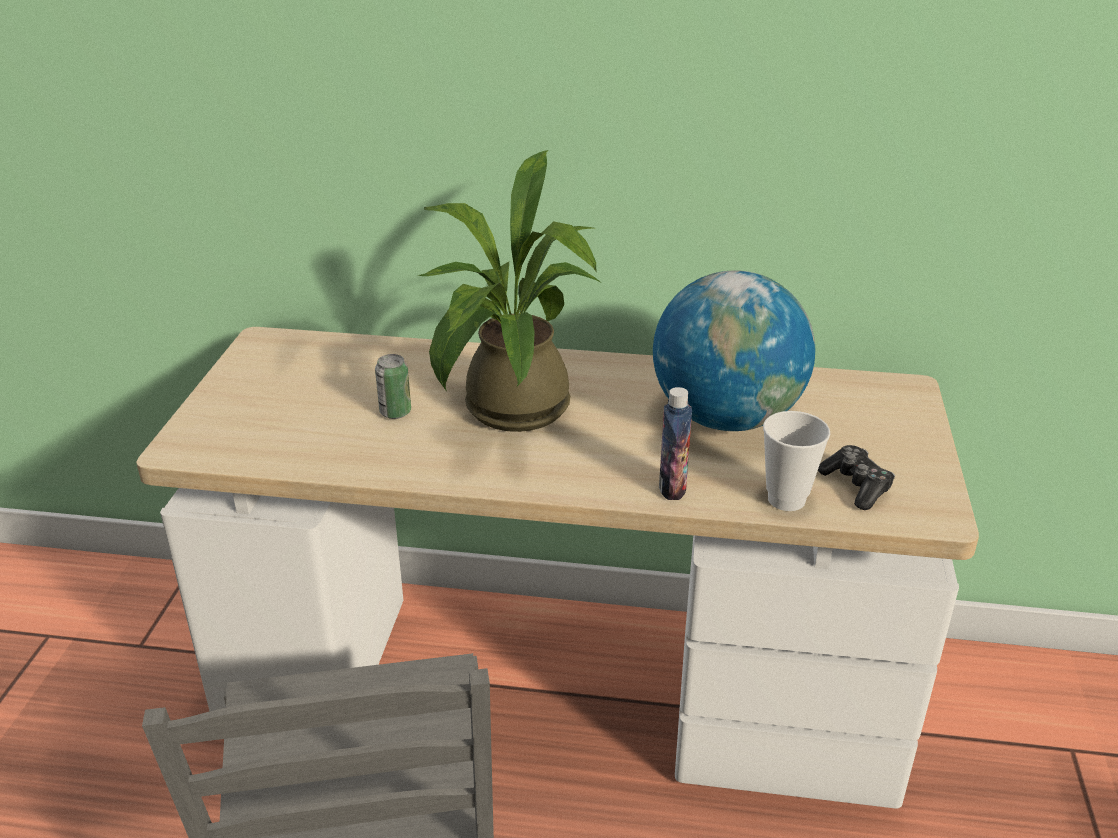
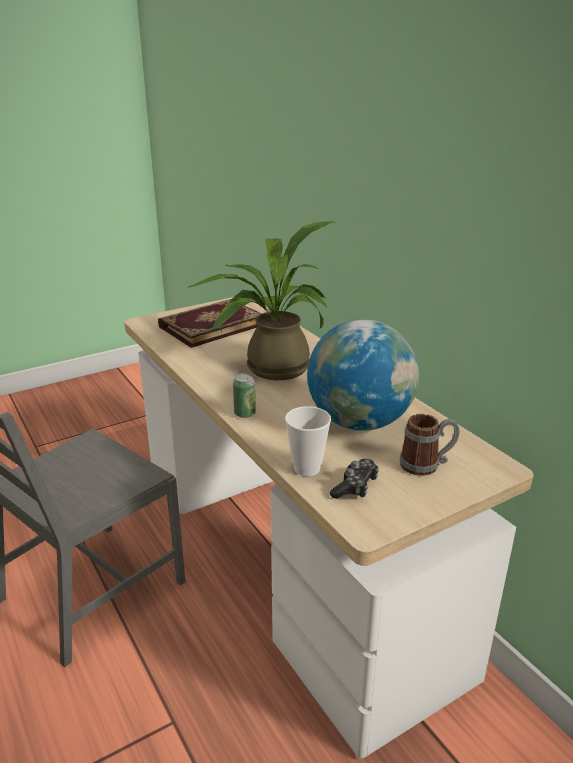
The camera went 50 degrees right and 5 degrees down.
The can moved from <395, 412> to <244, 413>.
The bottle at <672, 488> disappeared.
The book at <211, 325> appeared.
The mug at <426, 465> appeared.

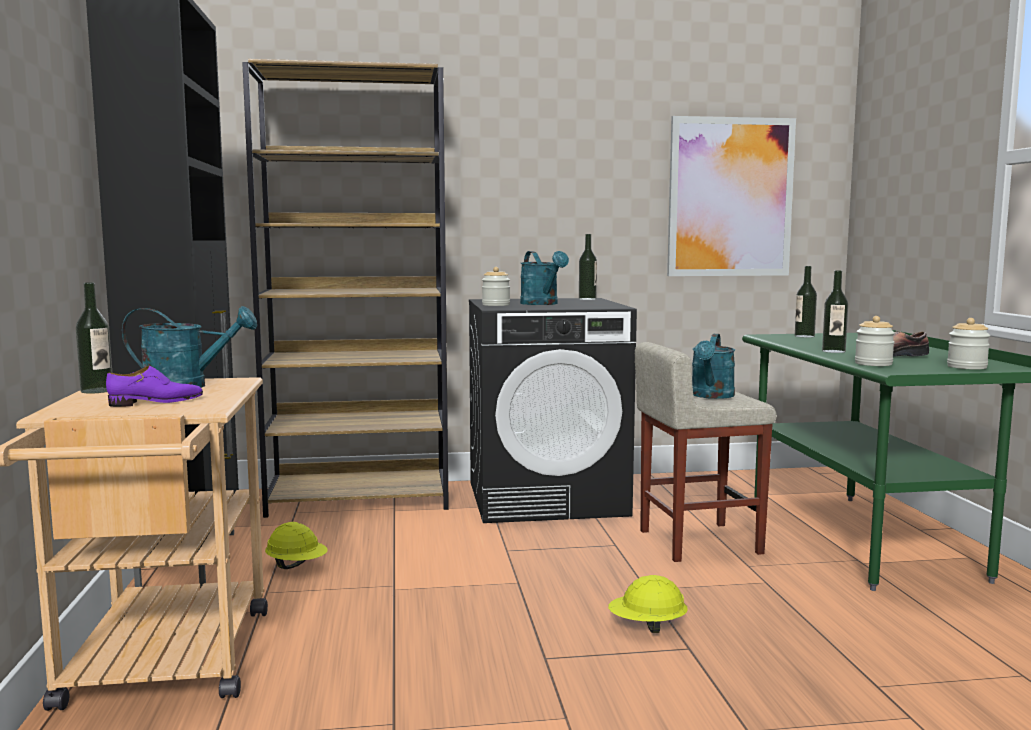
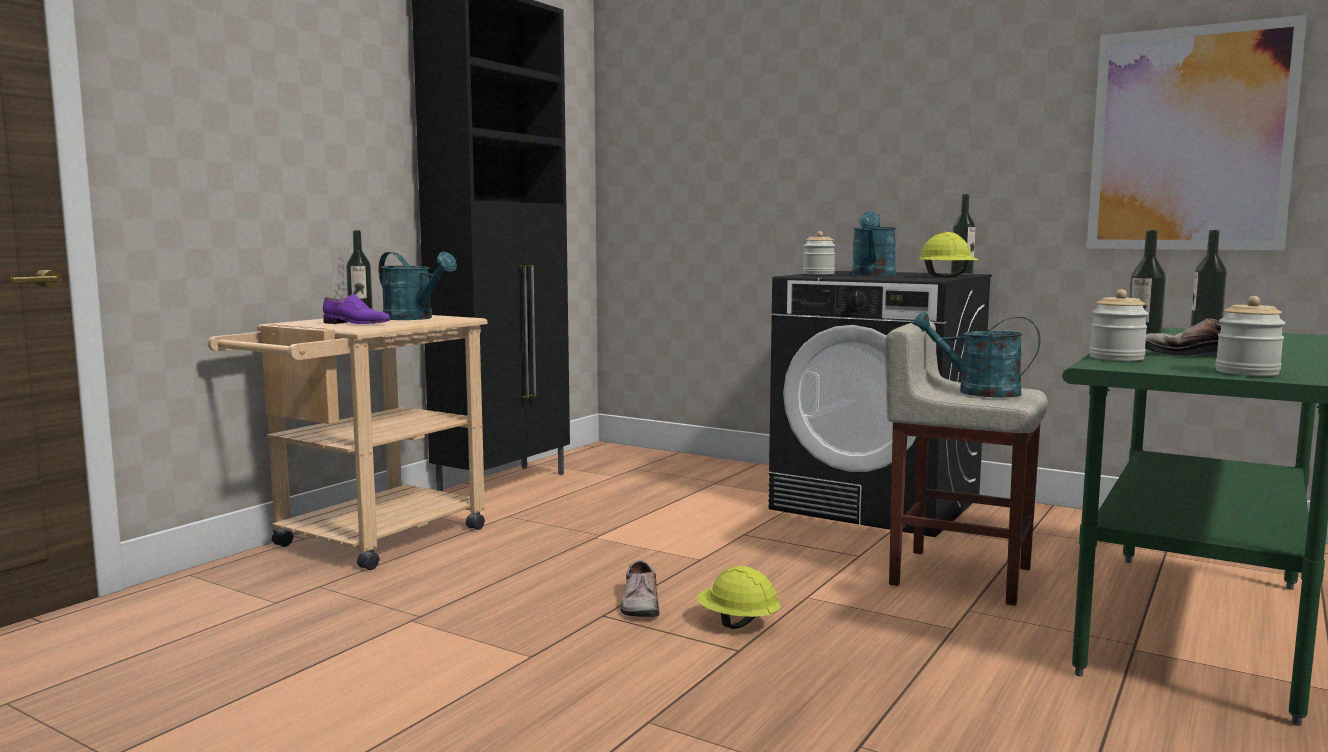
The camera went 40 degrees right and 0 degrees up.
The brown bookcase at <360, 499> disappeared.
The turquoise watering can at <711, 396> turned 60 degrees clockwise.
The yellow hard hat moved from <297, 566> to <947, 277>.
The shoe at <638, 604> appeared.

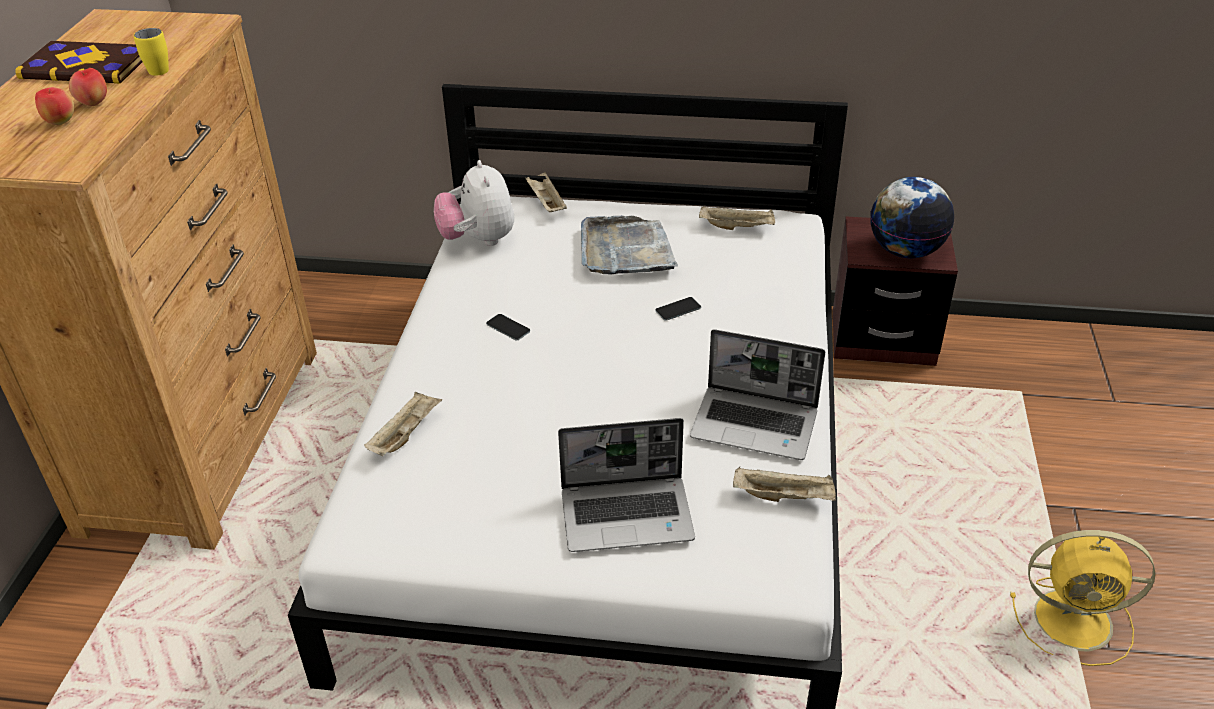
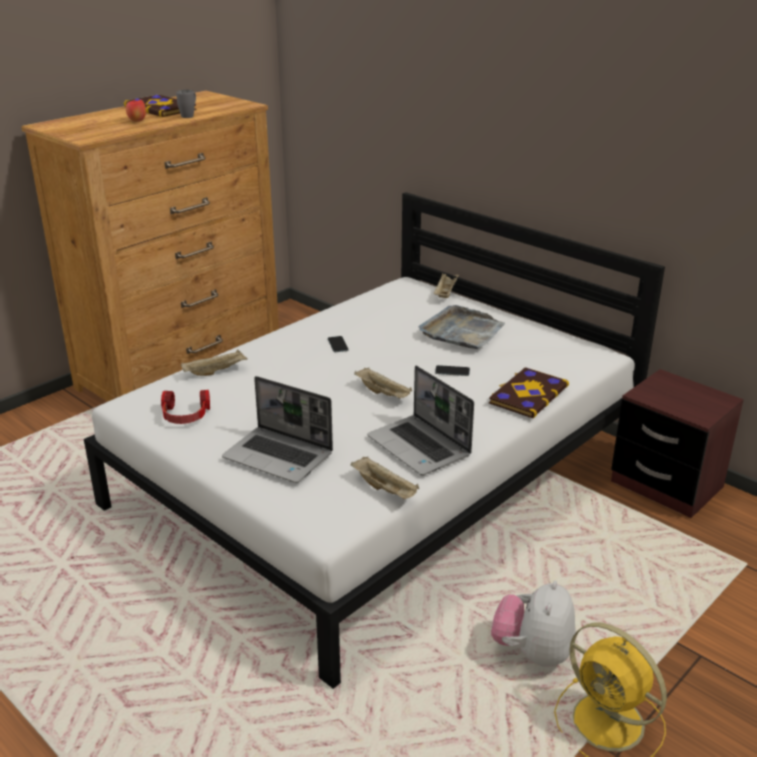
The camera went 35 degrees right and 10 degrees down.
The yellow mug at <159, 68> became the grey mug at <189, 115>.
The apple at <60, 122> disappeared.
The plush toy moved from <478, 239> to <532, 652>.
The globe at <905, 251> disappeared.
The beige tray moved from <737, 227> to <383, 393>.
The book at <527, 394> appeared.
The headphones at <185, 416> appeared.

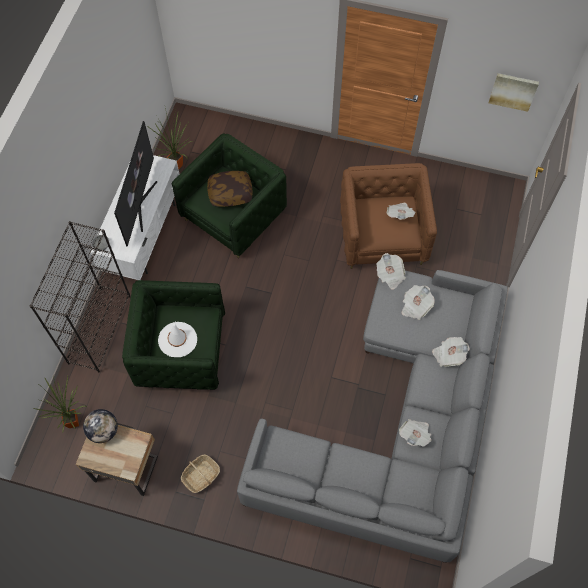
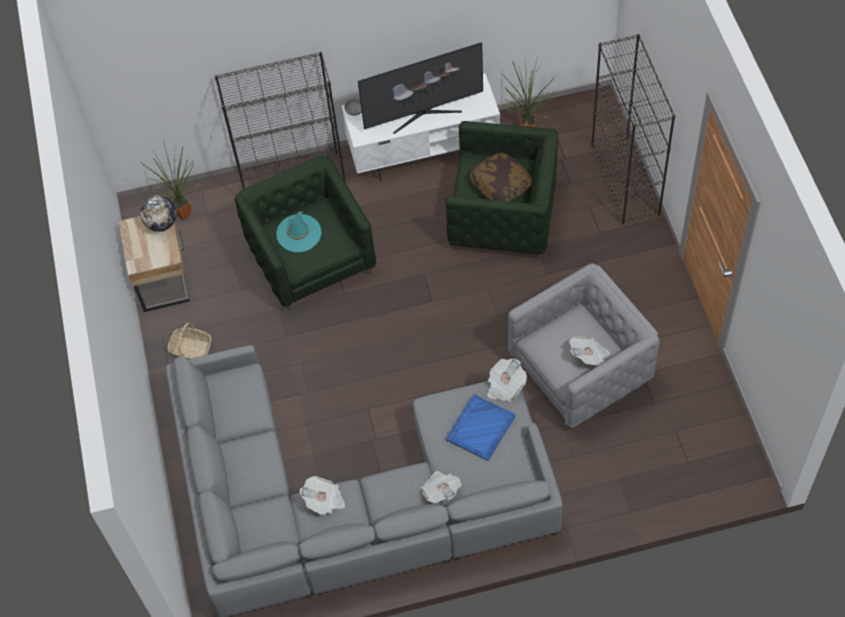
The camera went 65 degrees right and 5 degrees down.
The picture at <513, 91> disappeared.
The brown armchair at <382, 236> became the grey armchair at <579, 371>.
The newspaper at <415, 306> was replaced by the blue tray at <480, 428>.
The white hat at <177, 339> became the turquoise hat at <299, 233>.
The black bookcase at <625, 180> appeared.

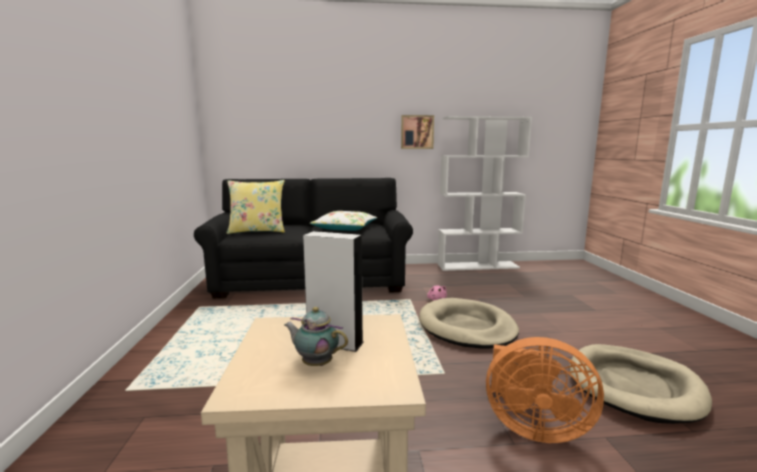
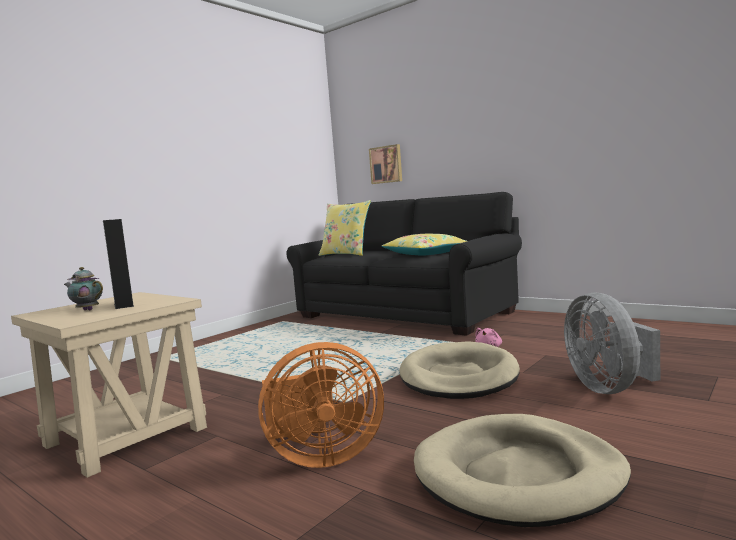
The camera went 45 degrees right and 5 degrees down.
The picture moved from <417, 132> to <386, 164>.
The white bookcase at <478, 266> disappeared.
The white pillow at <345, 228> became the yellow pillow at <425, 254>.
The teapot at <315, 363> turned 45 degrees counterclockwise.
The orange fan at <532, 427> turned 75 degrees counterclockwise.
The grey fan at <609, 388> appeared.

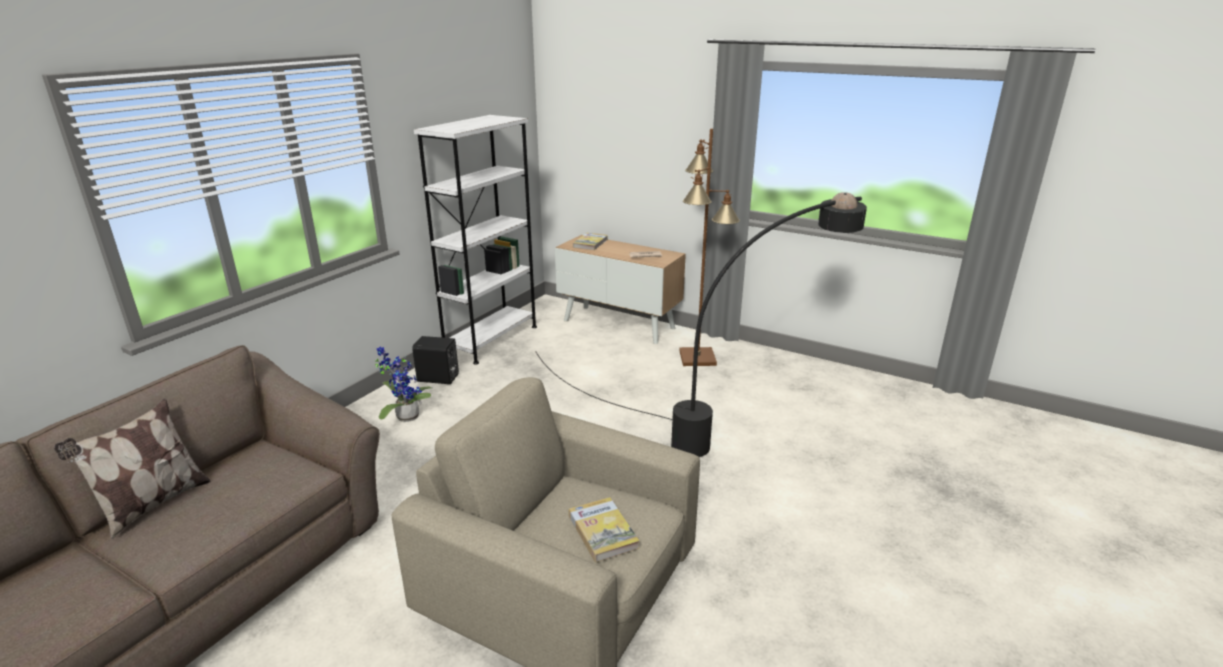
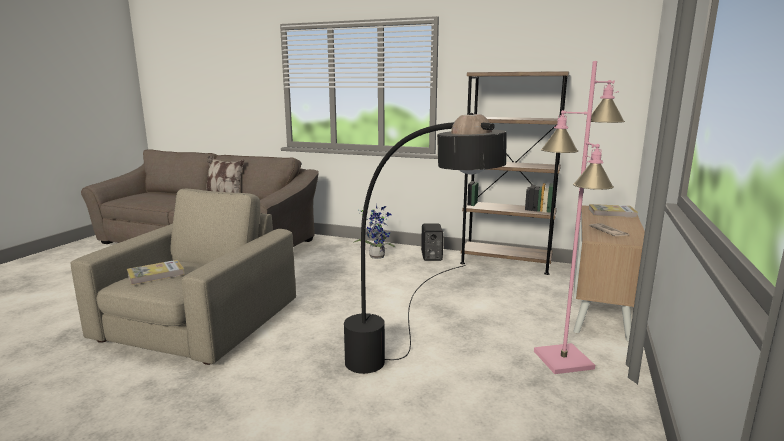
The camera went 80 degrees right and 10 degrees down.
The white bookcase at <491, 340> became the brown bookcase at <505, 262>.
The brown floor lamp at <698, 357> became the pink floor lamp at <564, 360>.

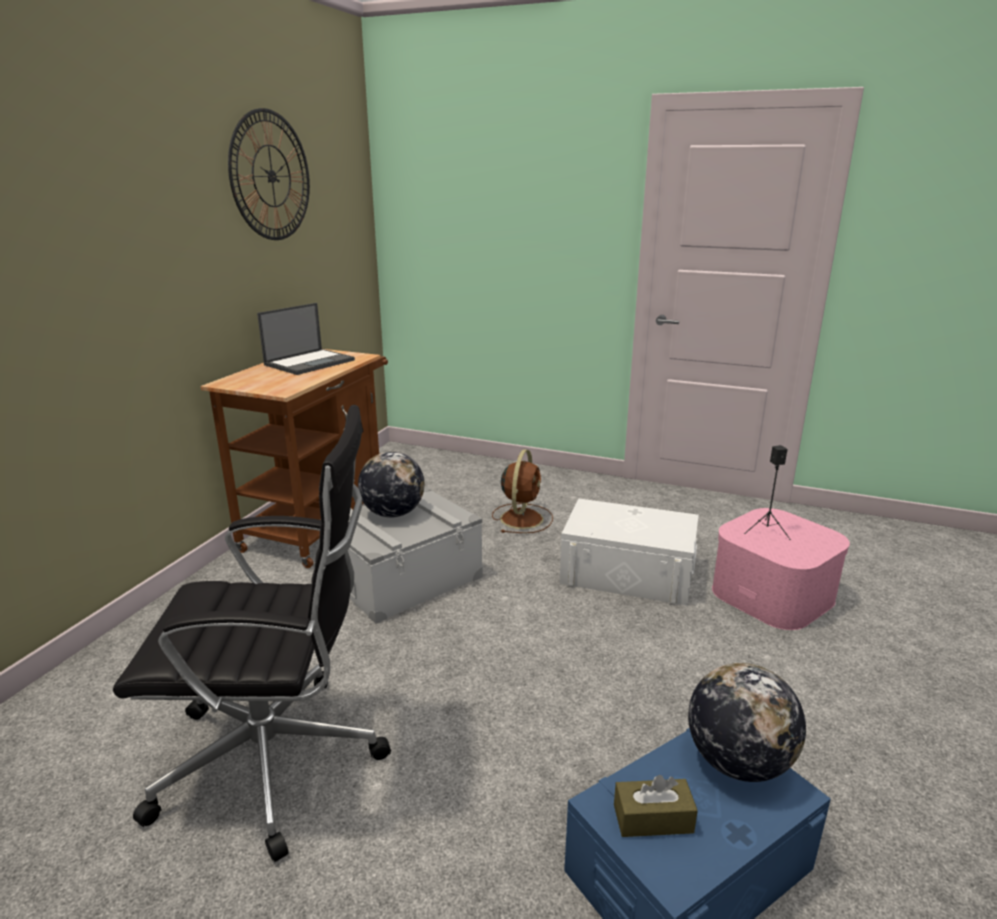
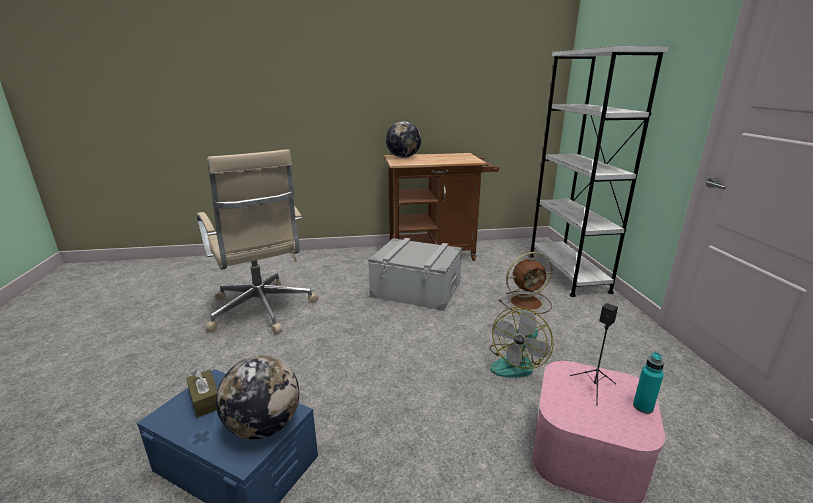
The camera went 60 degrees right and 0 degrees up.
The wall clock at <271, 176> disappeared.
The laptop at <310, 362> disappeared.
The black office chair at <278, 760> became the beige office chair at <262, 310>.
The globe moved from <393, 513> to <403, 157>.
The white storage box at <628, 573> was replaced by the fan at <516, 363>.
The white bookcase at <567, 273> appeared.
The turquoise bottle at <643, 407> appeared.

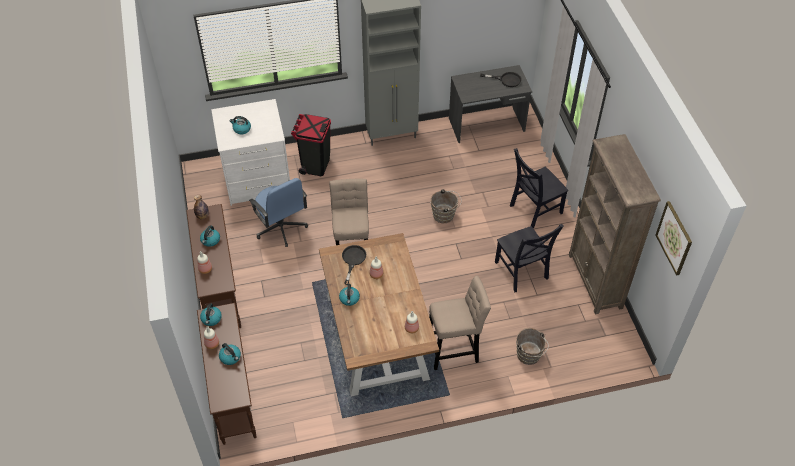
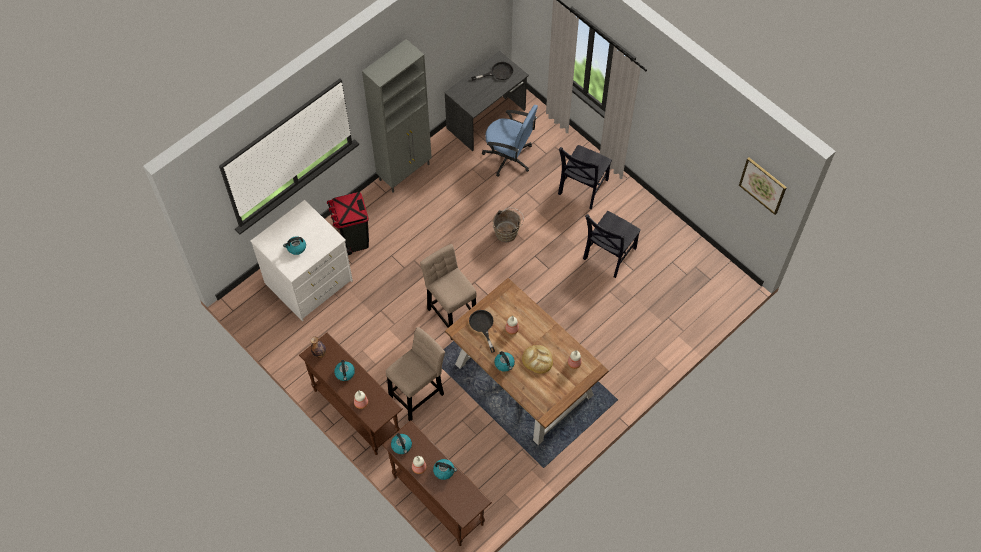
The camera went 30 degrees left and 10 degrees up.
The brown bookcase at <595, 281> disappeared.
The blue office chair moved from <281, 227> to <509, 157>.
The black chair at <522, 272> turned 90 degrees clockwise.
The beige stool moved from <455, 351> to <418, 395>.
The brown bucket at <529, 356> disappeared.
The bread at <537, 360> appeared.

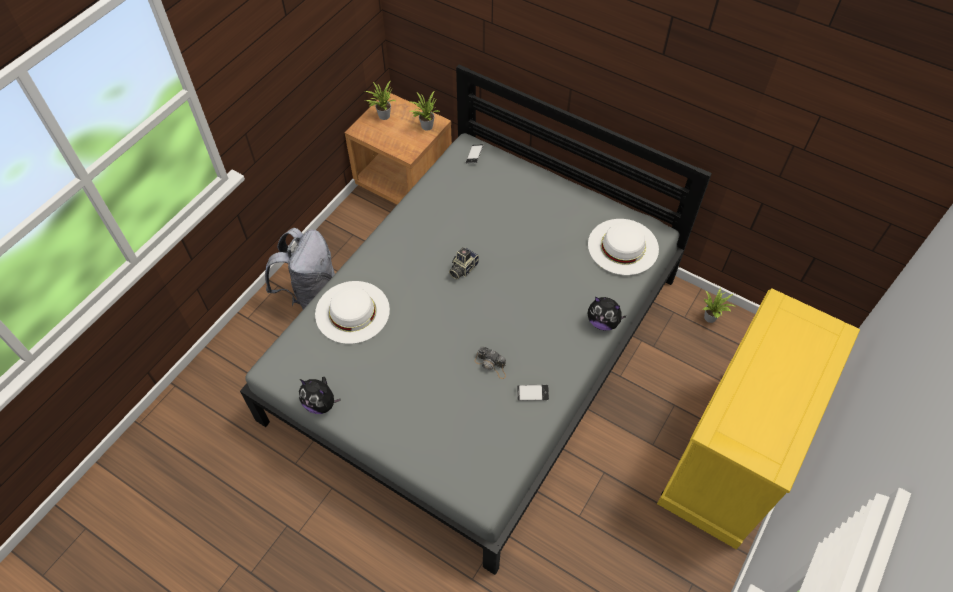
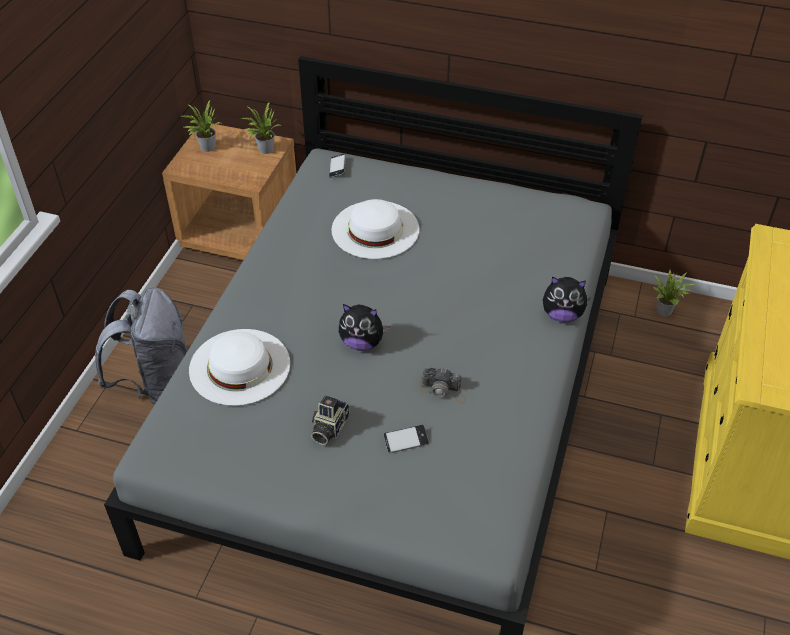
The camera went 15 degrees left and 10 degrees down.
The white hat moved from <623, 246> to <375, 229>.
The photo camera moved from <462, 268> to <328, 428>.
The plush toy moved from <321, 403> to <362, 343>.
The phone moved from <532, 394> to <405, 441>.

